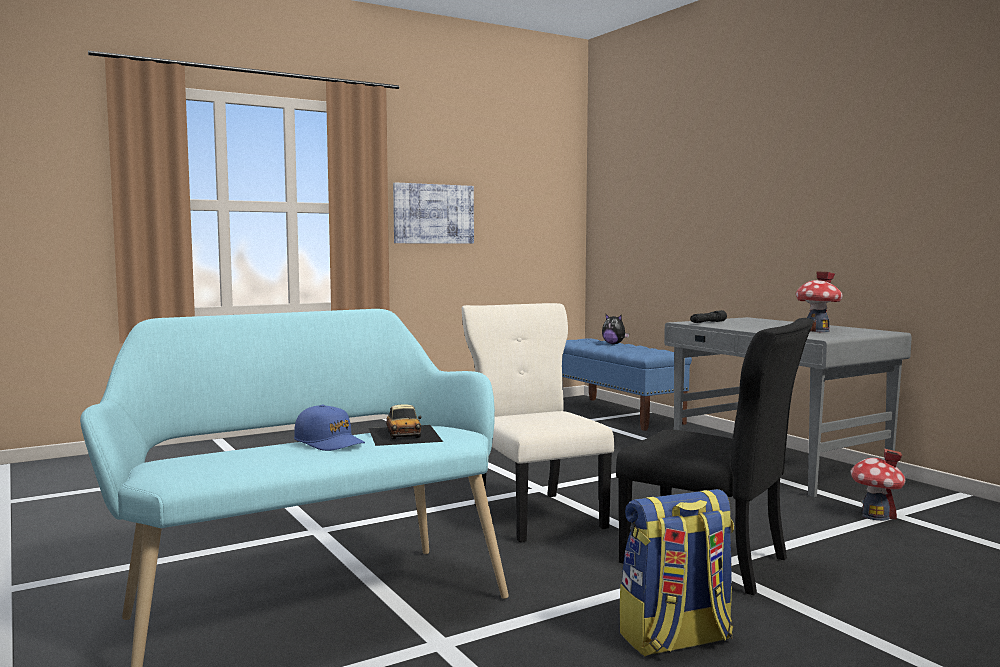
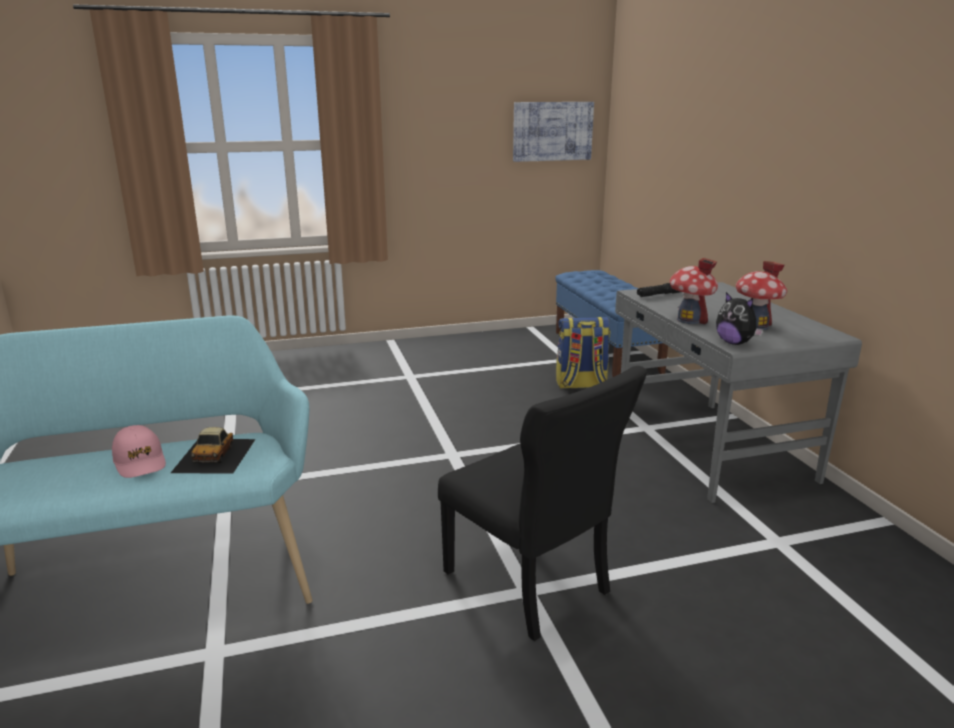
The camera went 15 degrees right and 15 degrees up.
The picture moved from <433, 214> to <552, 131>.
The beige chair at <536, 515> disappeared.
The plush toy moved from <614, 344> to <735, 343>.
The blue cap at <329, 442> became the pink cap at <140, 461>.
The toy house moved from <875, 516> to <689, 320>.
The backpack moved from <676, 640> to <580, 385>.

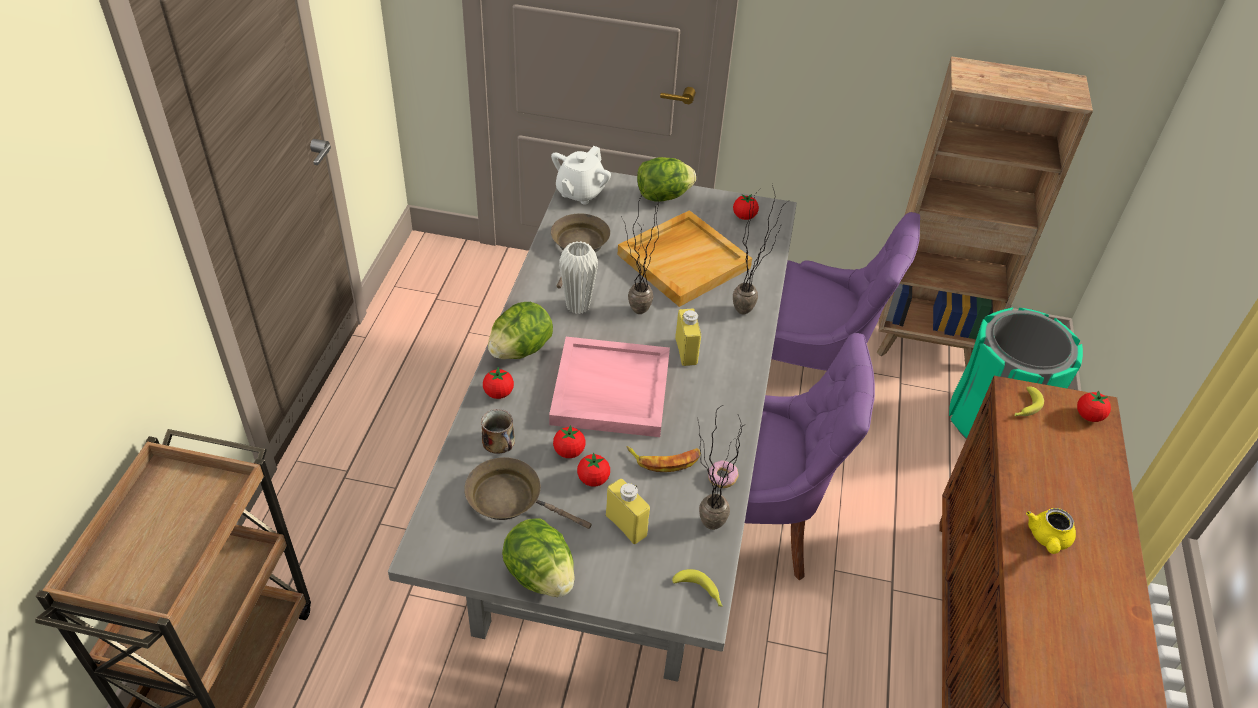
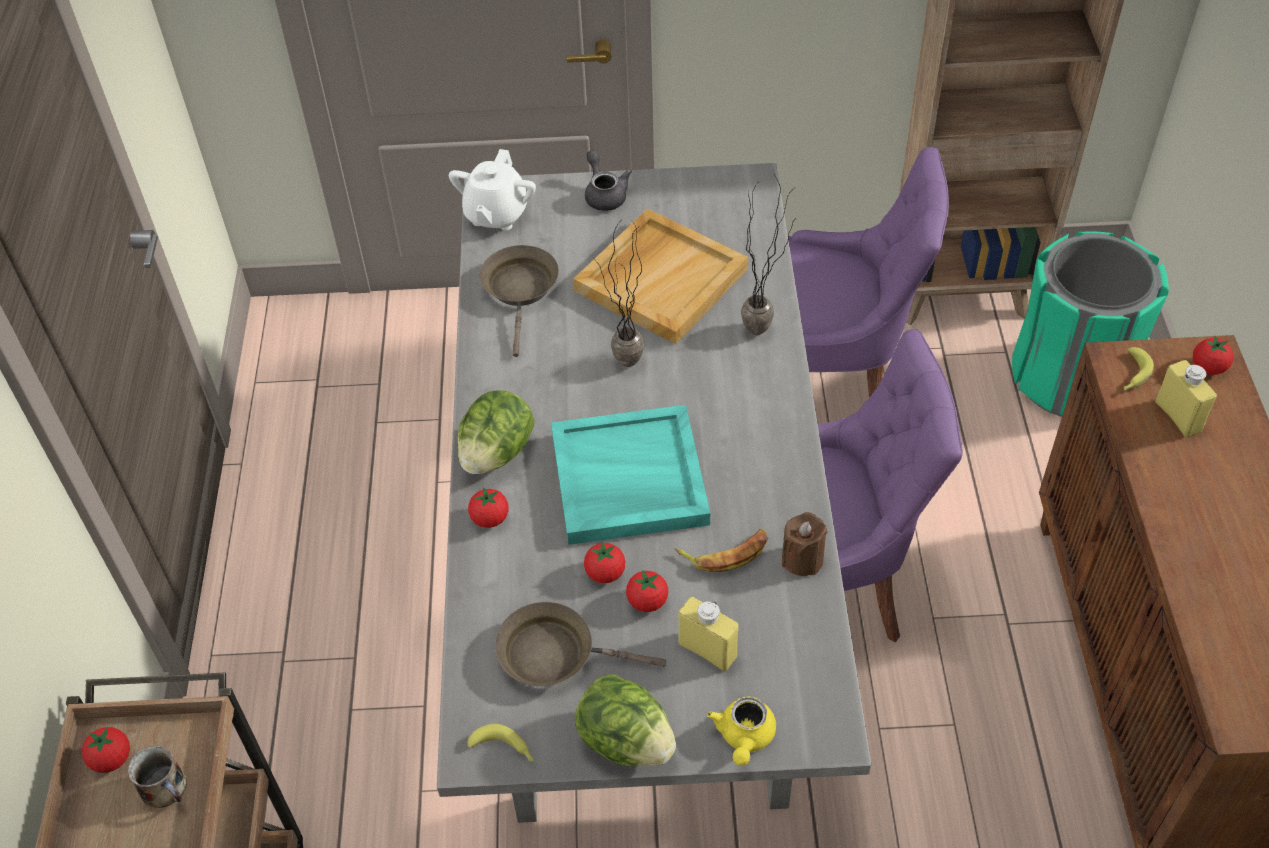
The camera went 10 degrees left and 5 degrees up.
The lettuce at <663, 196> was replaced by the grey teapot at <604, 194>.
The tomato moved from <744, 216> to <112, 759>.
The white vase at <578, 306> disappeared.
The yellow bottle moved from <686, 351> to <1178, 416>.
The pink tray at <609, 391> became the turquoise tray at <627, 480>.
The potted plant at <702, 524> disappeared.
The mug moved from <500, 442> to <166, 788>.
The donut at <722, 478> was replaced by the brown candle at <802, 559>.
The yellow teapot moved from <1047, 539> to <744, 737>.
The banana moved from <699, 592> to <504, 750>.

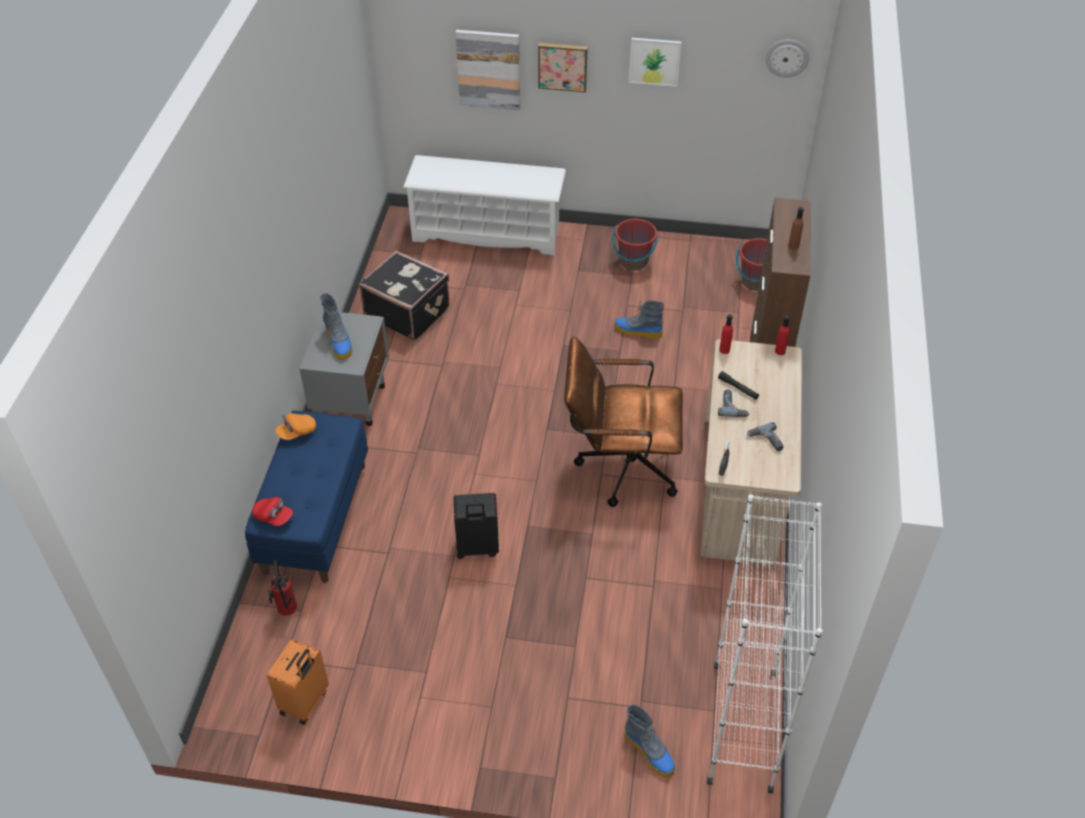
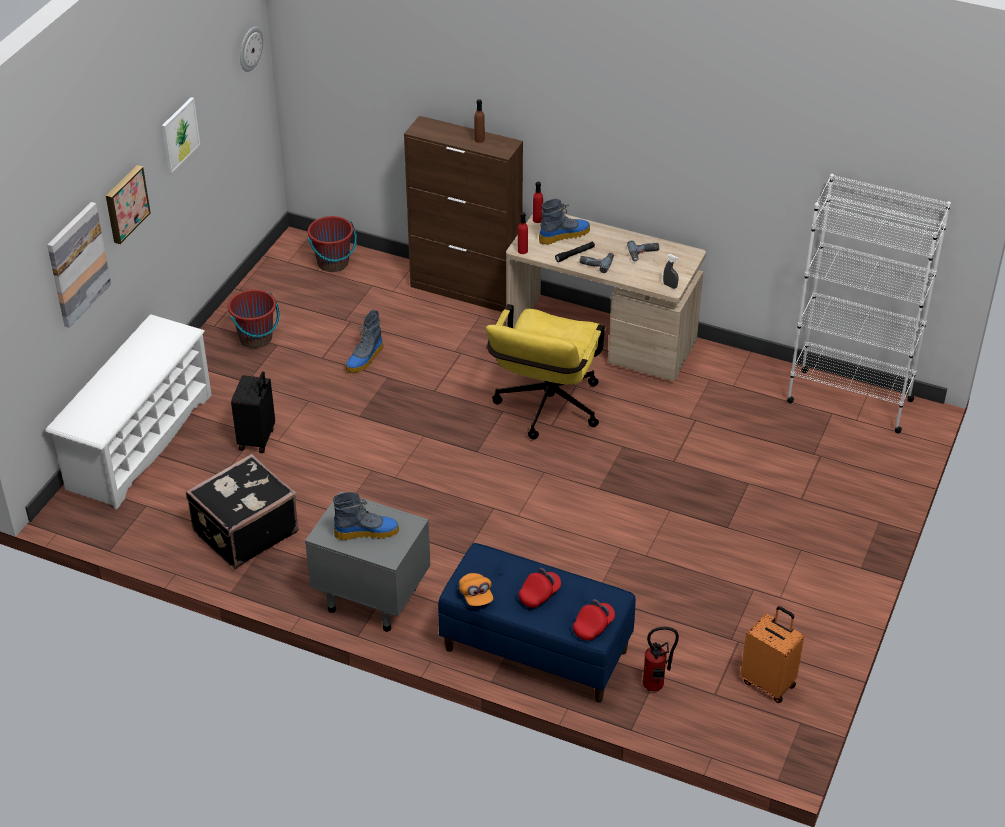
The camera went 75 degrees left and 5 degrees down.
The brown office chair at <619, 466> became the yellow office chair at <545, 411>.
The black suitcase moved from <477, 548> to <258, 439>.
The boot moved from <650, 752> to <564, 235>.
The red cap at <539, 594> appeared.

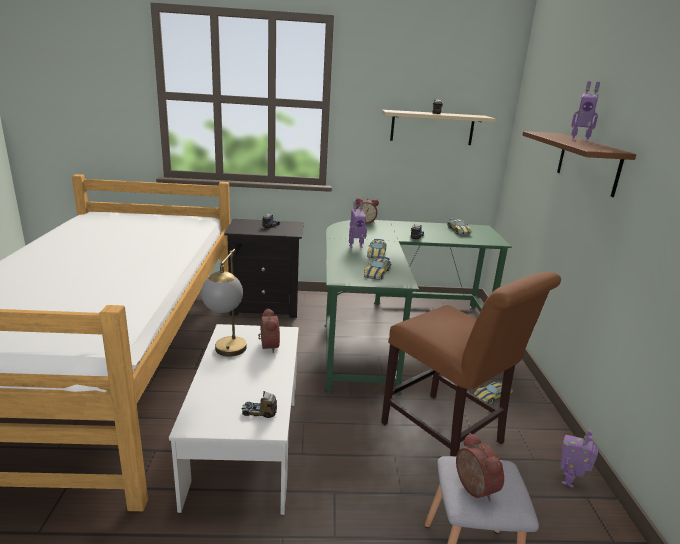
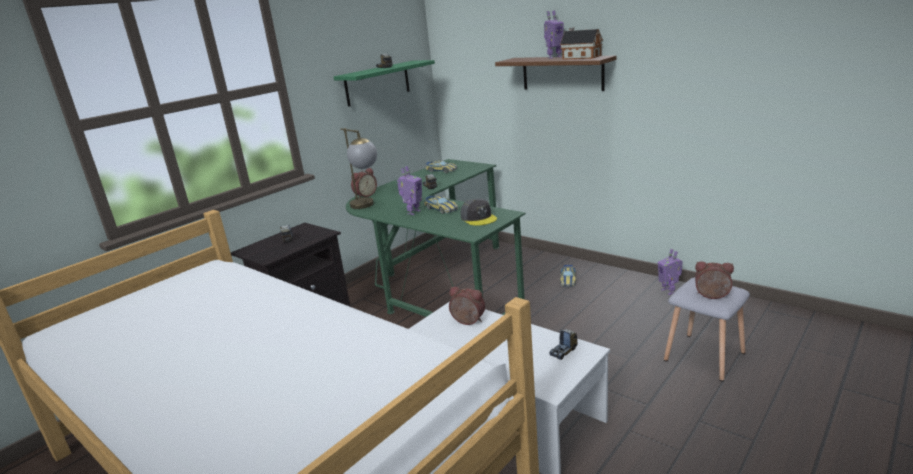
The camera went 45 degrees left and 0 degrees up.
The beige shelf at <432, 127> became the green shelf at <377, 83>.
The table lamp moved from <227, 354> to <367, 206>.
The toy car at <377, 273> was replaced by the grey cap at <478, 218>.
The brown chair at <446, 436> disappeared.
The toy house at <580, 57> appeared.

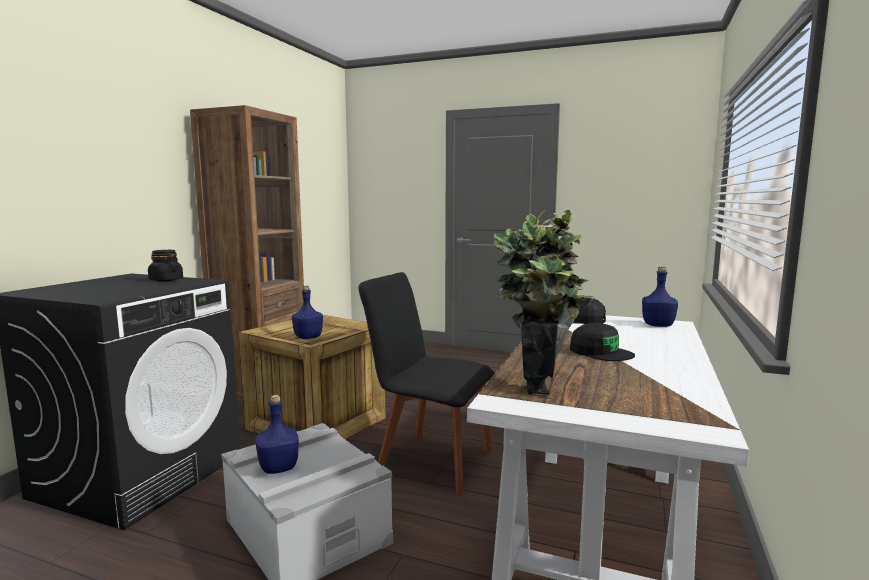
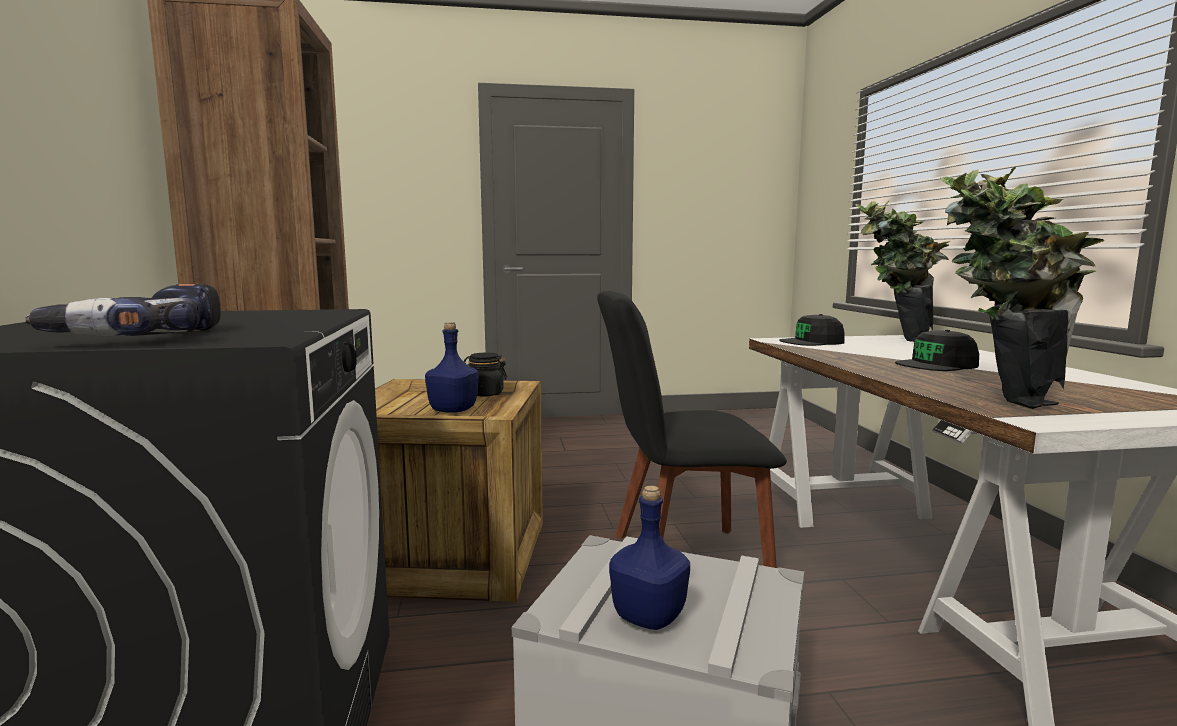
The camera went 30 degrees left and 0 degrees up.
The black jar moved from <166, 280> to <485, 394>.
The blue bottle at <658, 325> was replaced by the potted plant at <892, 339>.
The black cap at <600, 352> turned 150 degrees clockwise.
The power drill at <145, 337> appeared.

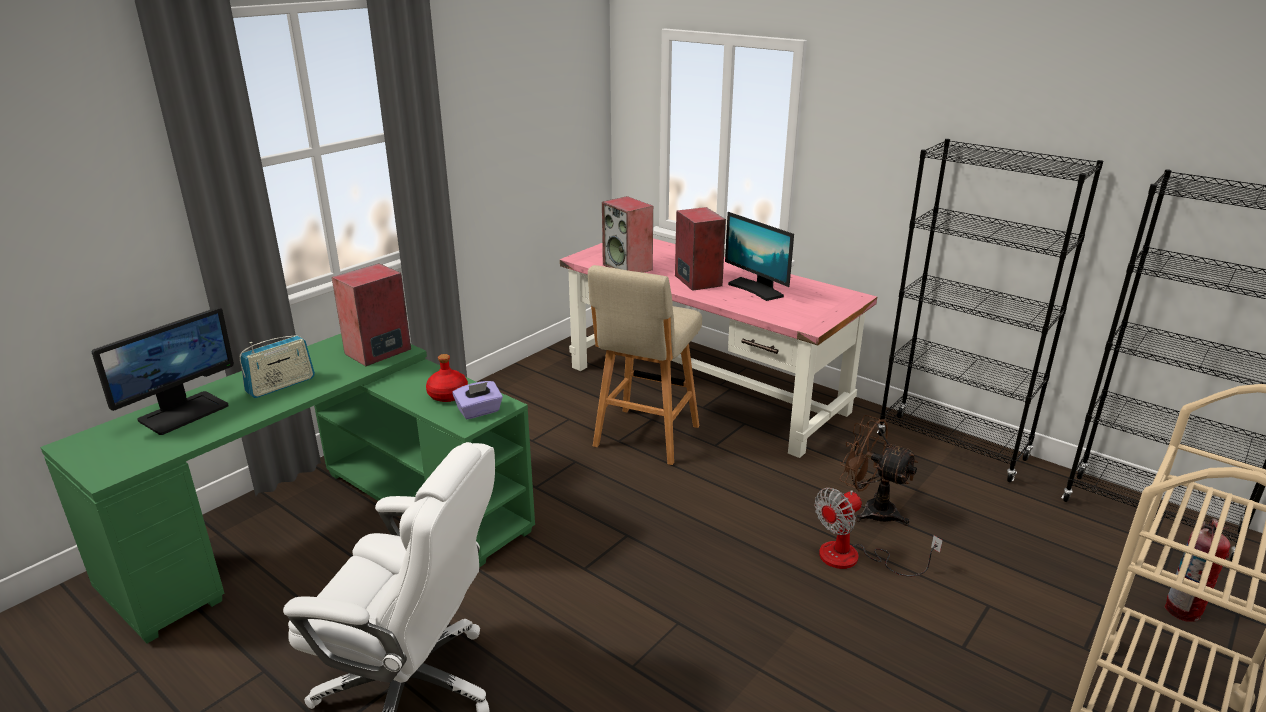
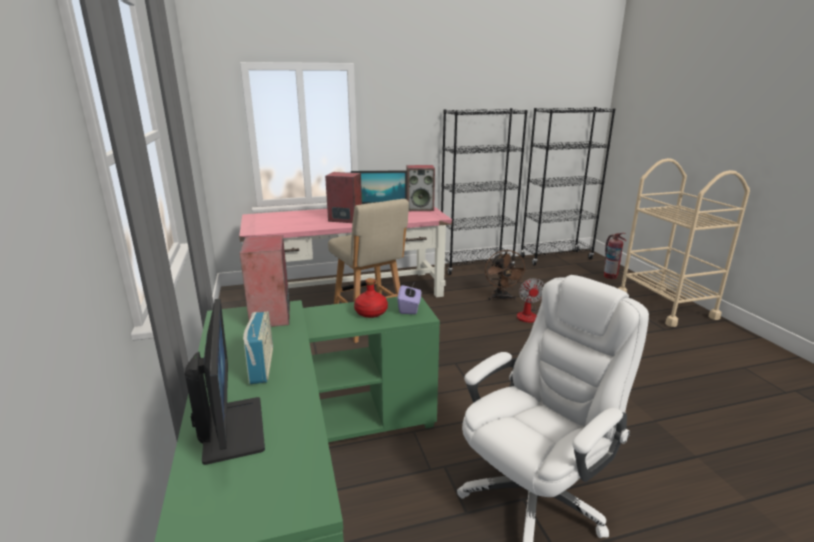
The camera went 55 degrees left and 5 degrees down.
The speaker moved from <628, 267> to <420, 208>.
The brown fan at <870, 510> turned 75 degrees counterclockwise.

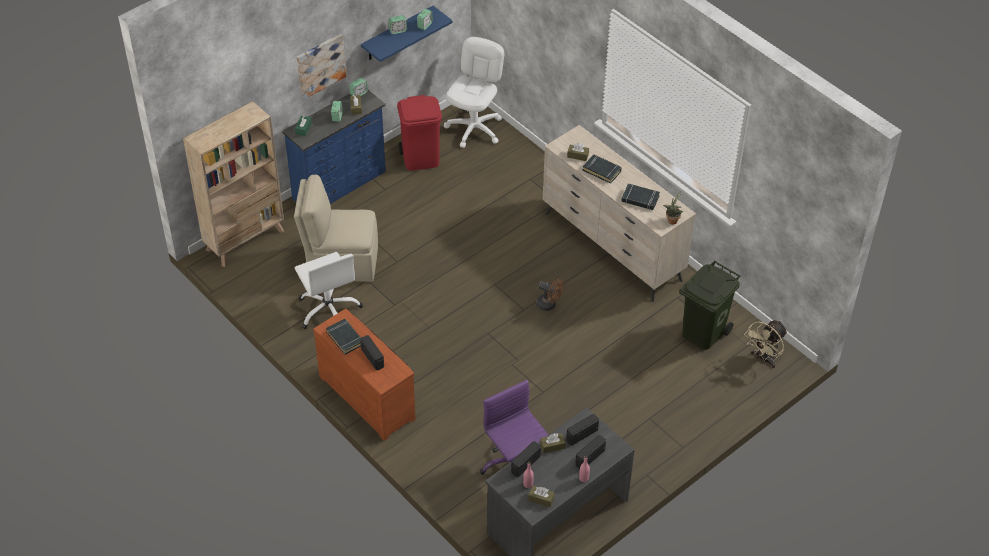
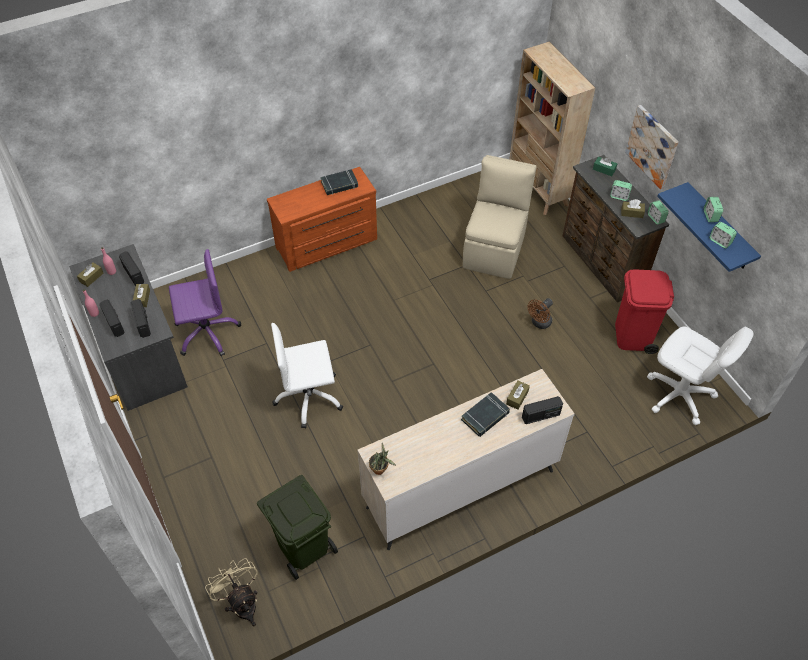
The camera went 105 degrees right and 5 degrees up.
The blue dresser at <340, 185> became the brown dresser at <601, 264>.
The black book at <640, 199> disappeared.
The white office chair moved from <329, 310> to <309, 397>.
The brown fan moved from <549, 305> to <539, 323>.
The radio moved from <373, 358> to <541, 416>.

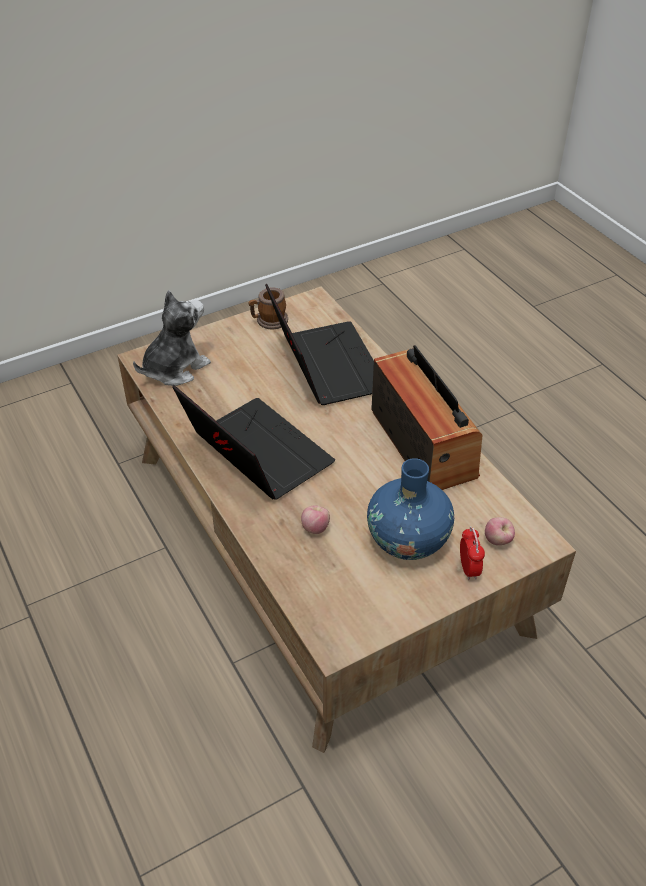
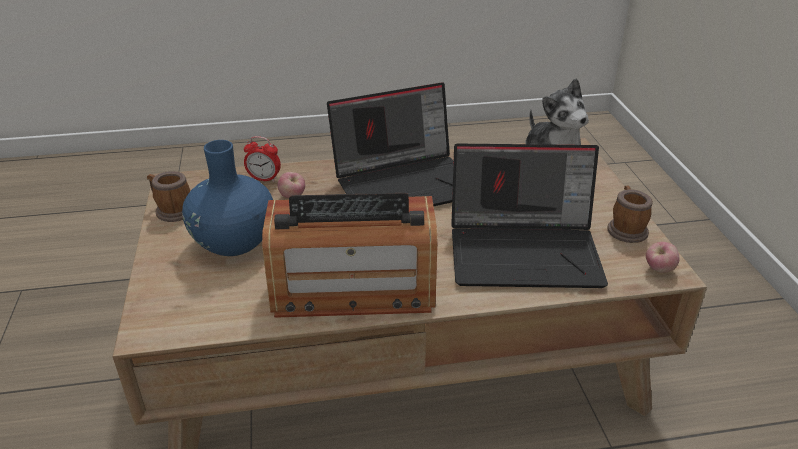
The camera went 110 degrees right and 10 degrees down.
The apple moved from <497, 540> to <659, 270>.
The alarm clock moved from <468, 568> to <264, 179>.
The mug at <172, 210> appeared.

